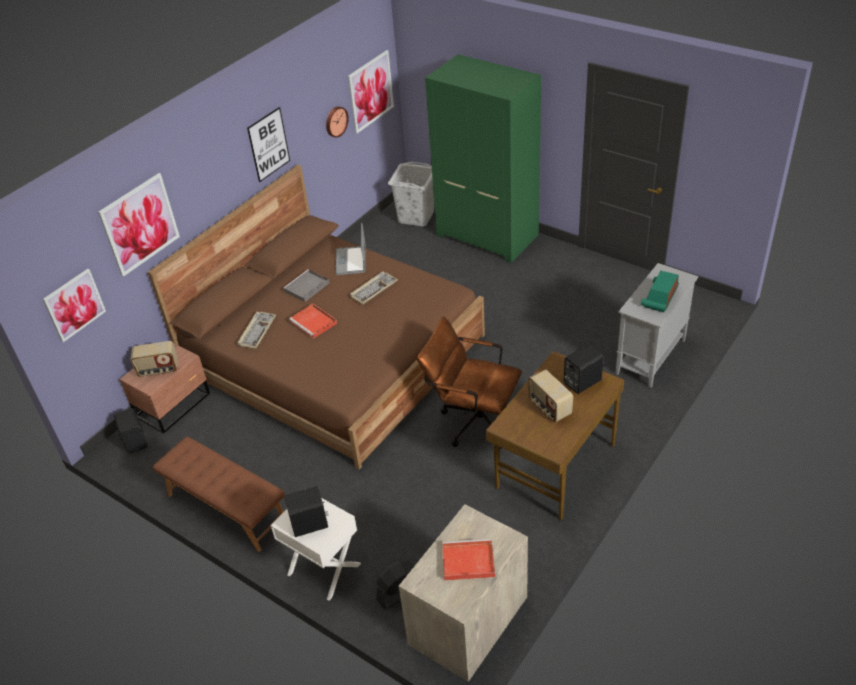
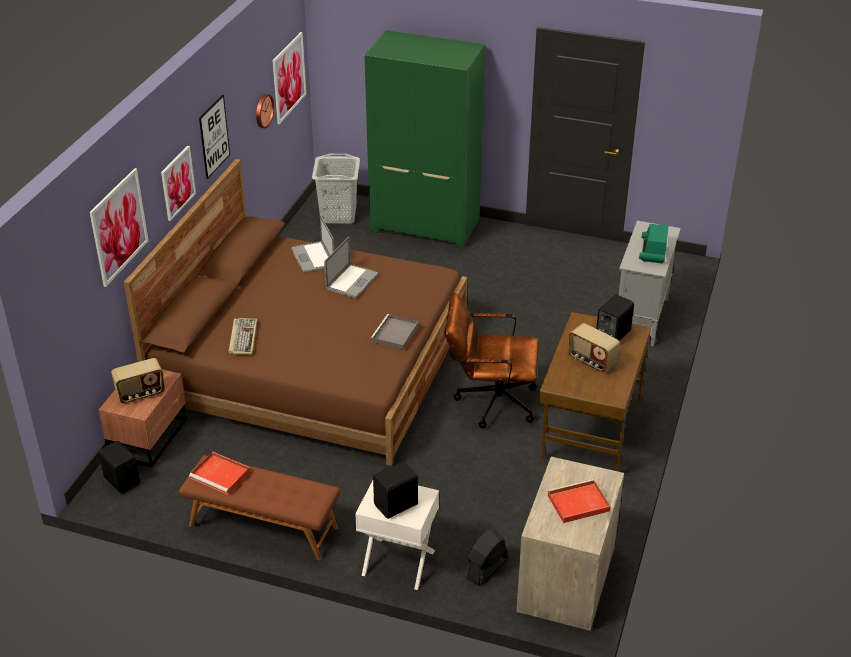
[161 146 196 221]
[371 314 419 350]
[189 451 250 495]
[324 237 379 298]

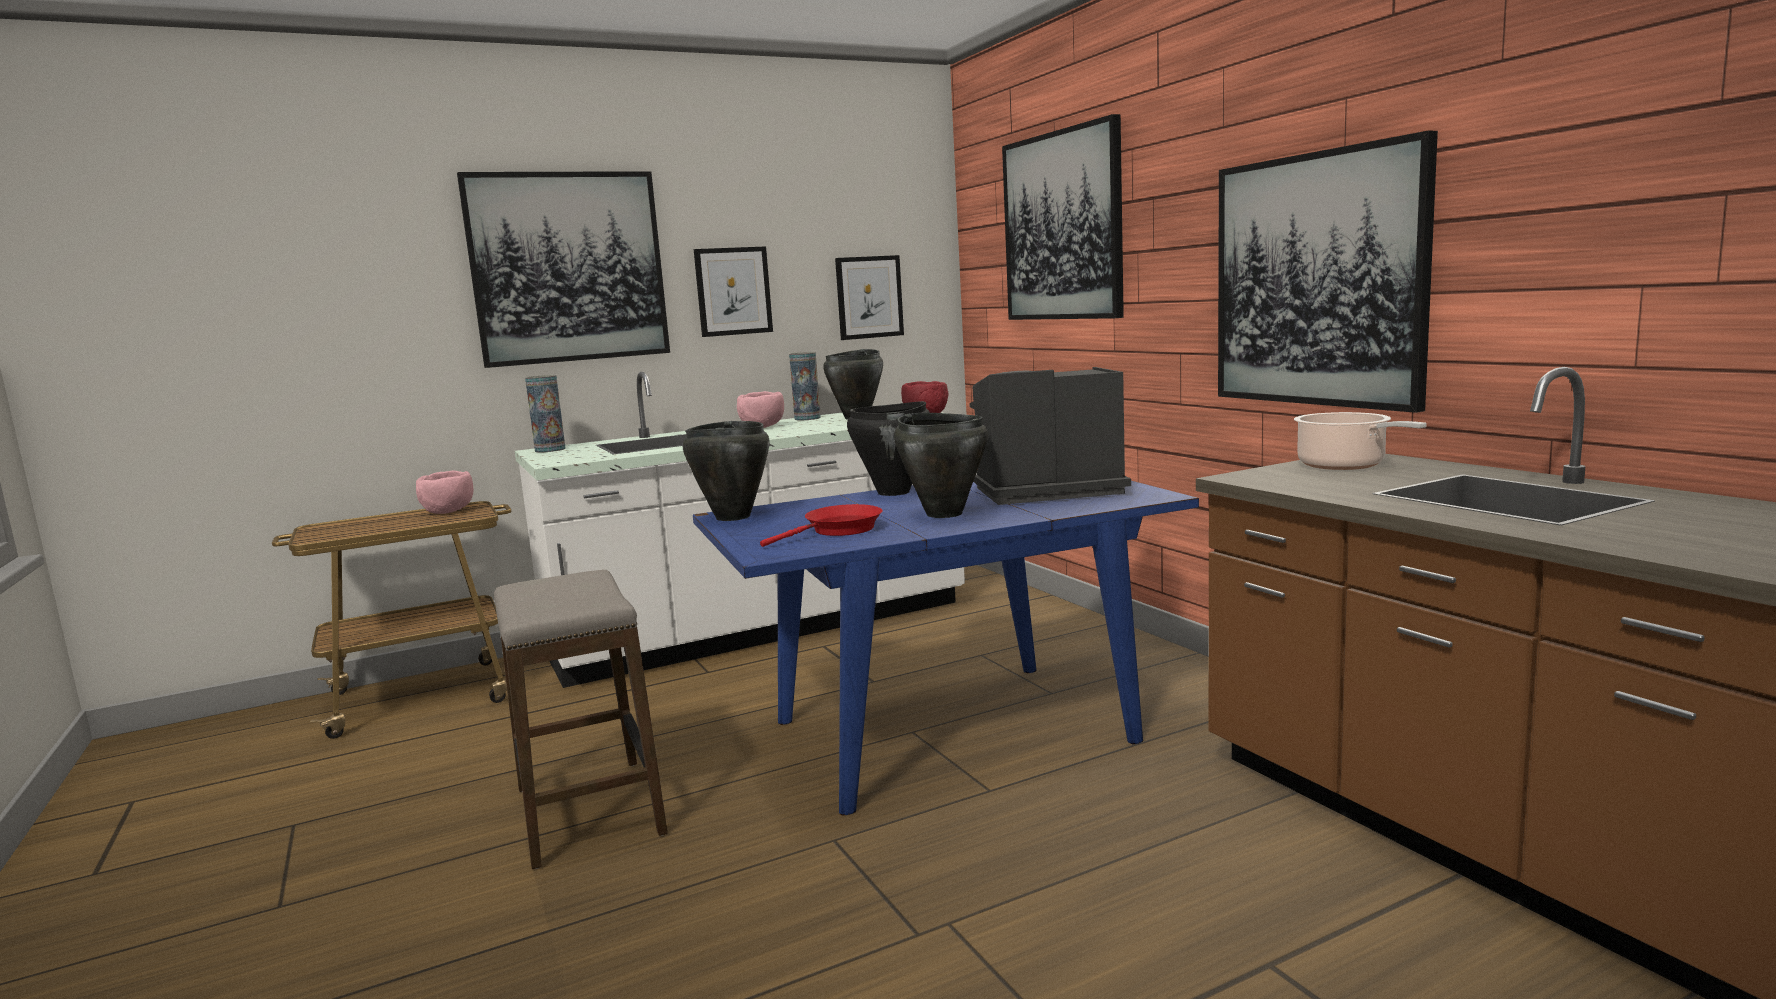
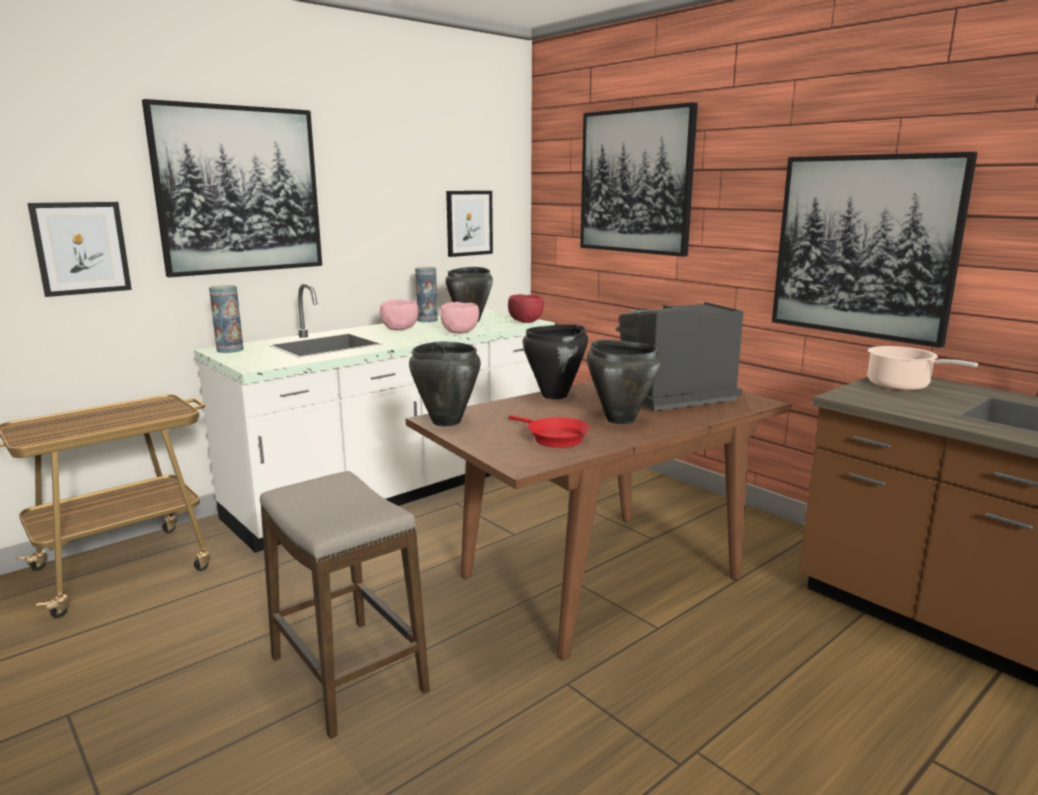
[440 302 479 333]
[28 202 132 297]
[406 381 791 660]
[509 415 590 448]

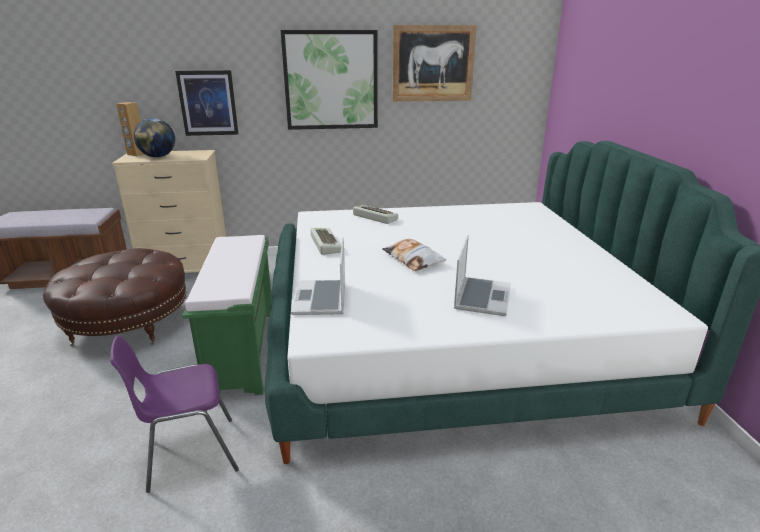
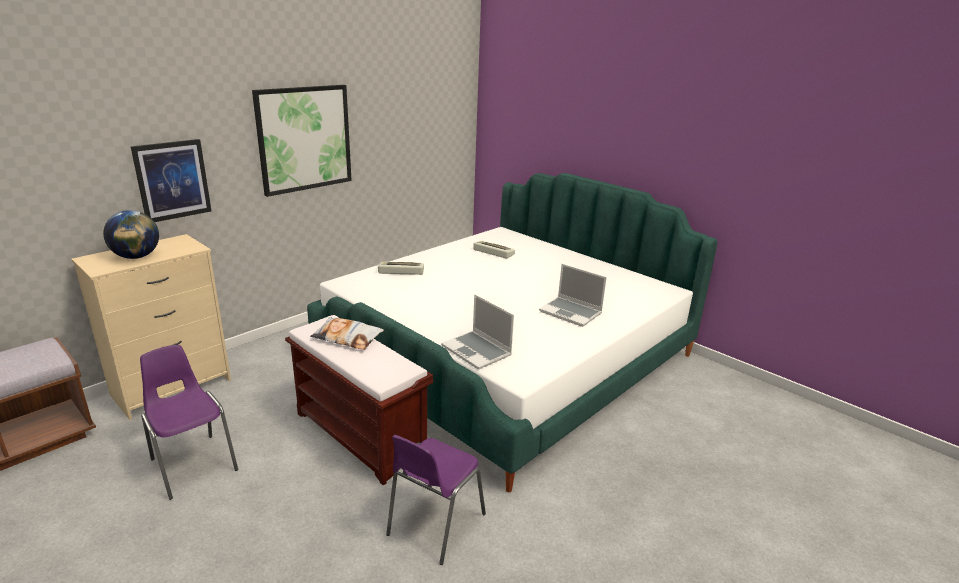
[116 102 145 156] (first image)
[392 25 477 102] (first image)
[473 241 515 259]
[310 317 384 350]
[140 345 238 500]
[285 315 433 485]
[539 264 607 327]

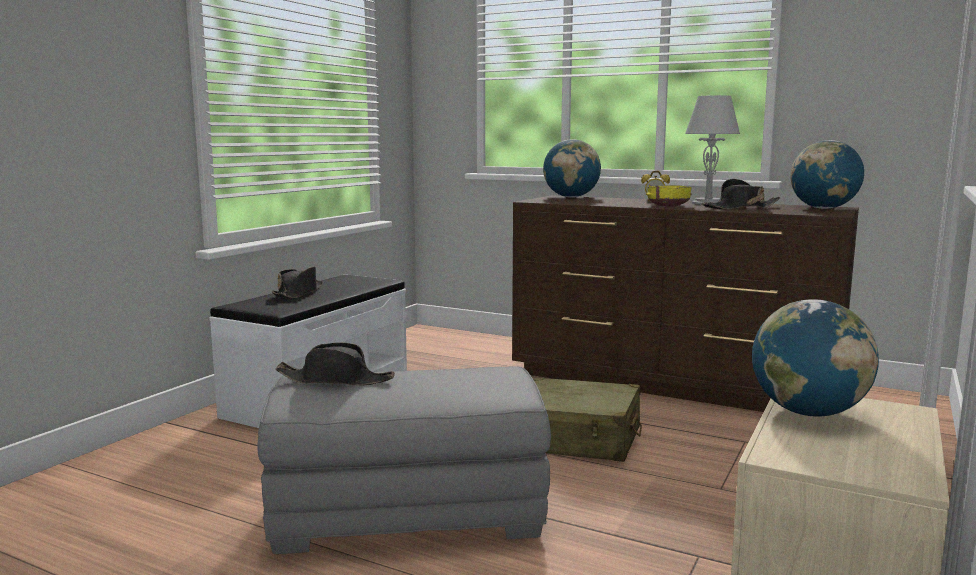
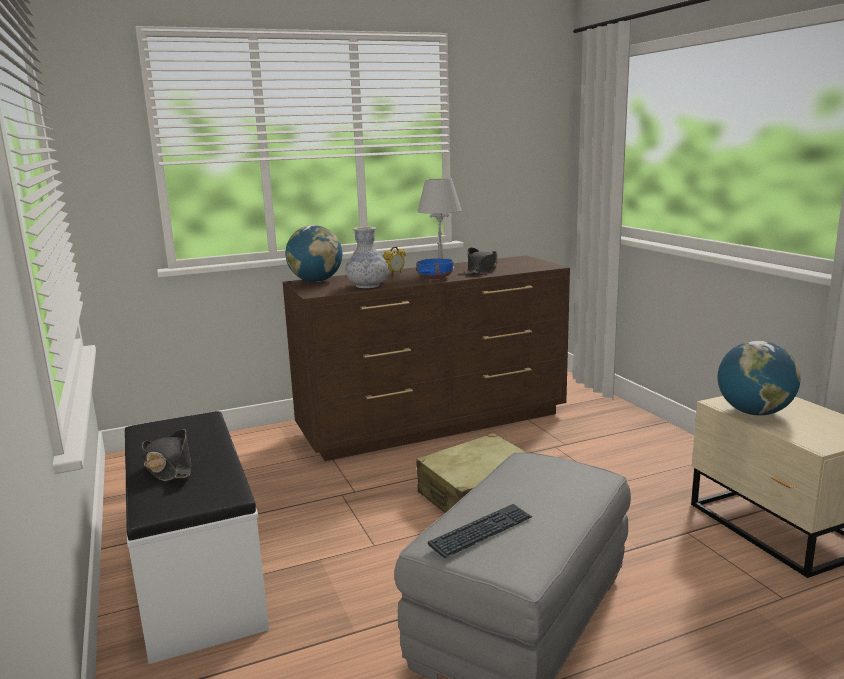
[790 140 864 209] (first image)
[345 227 388 288]
[428 504 532 558]
[416 258 454 279]

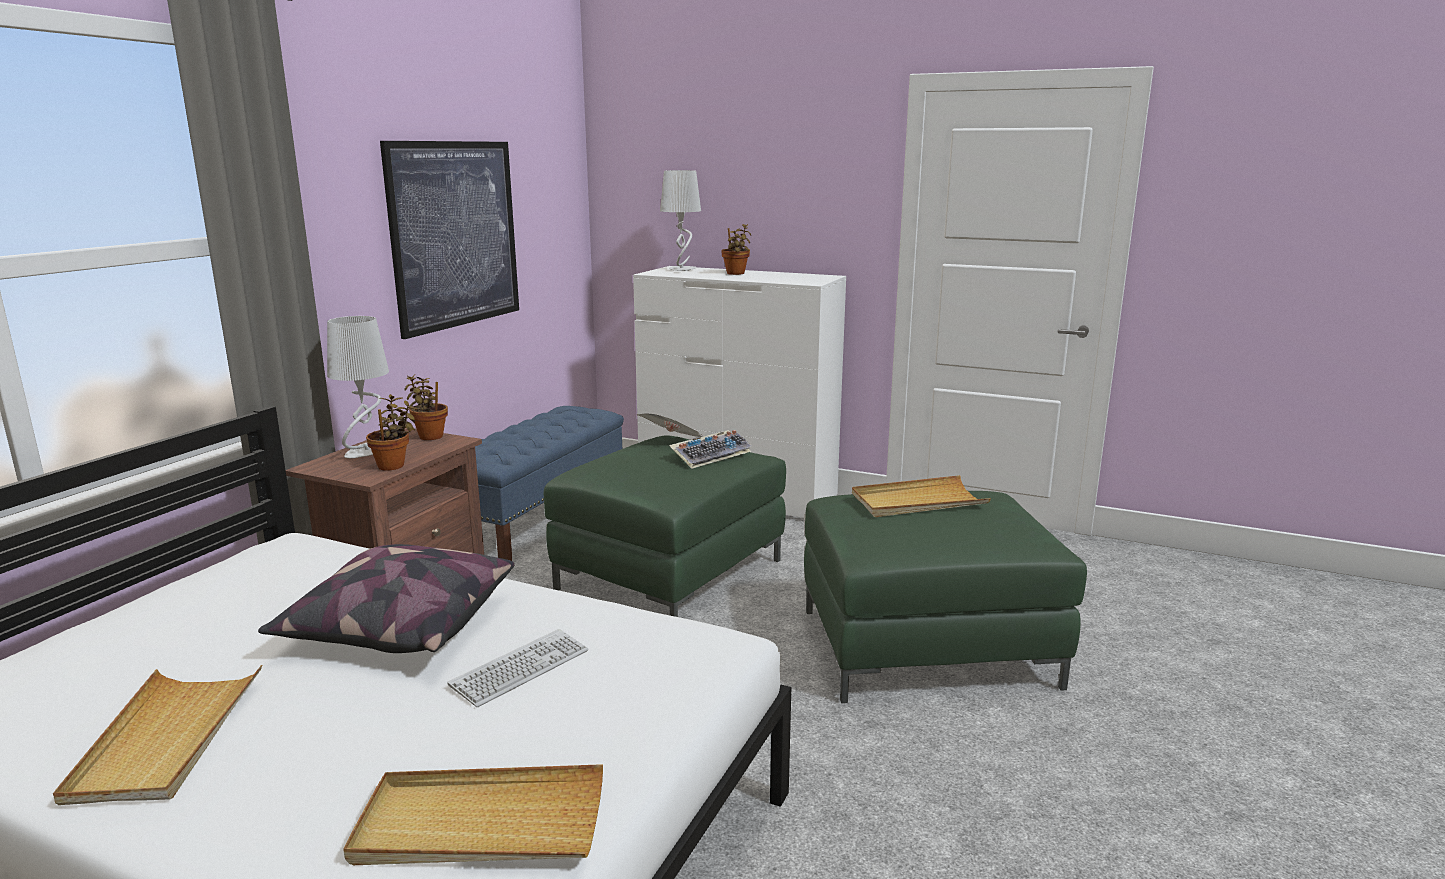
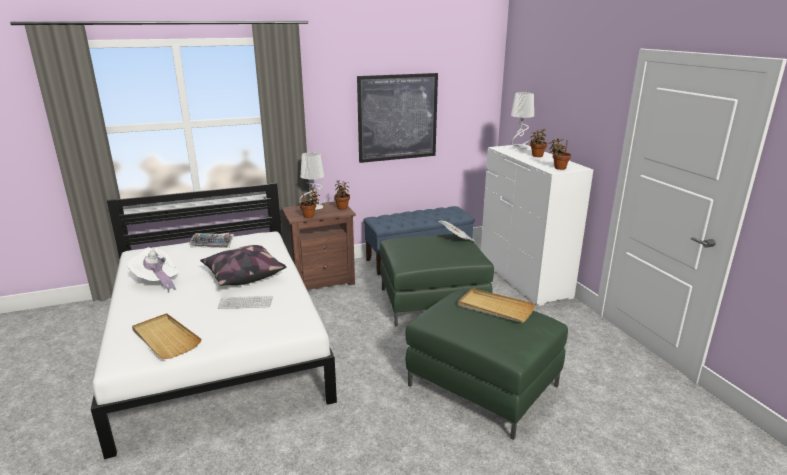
[548 138 571 170]
[189 233 234 248]
[127 247 180 293]

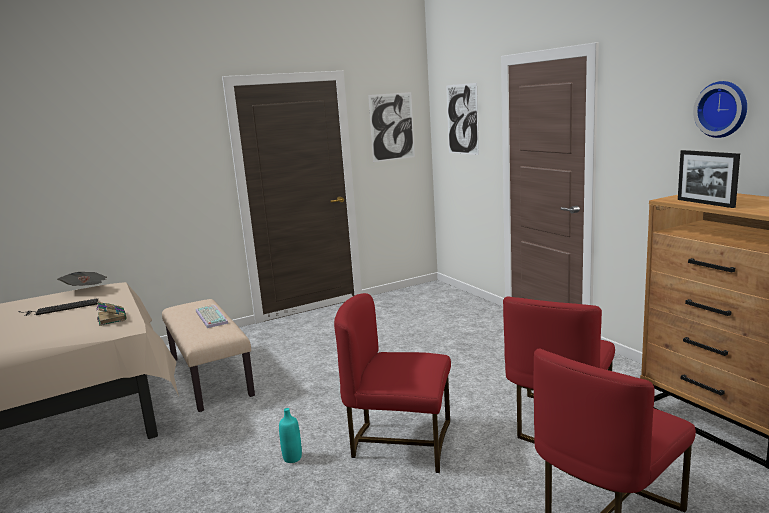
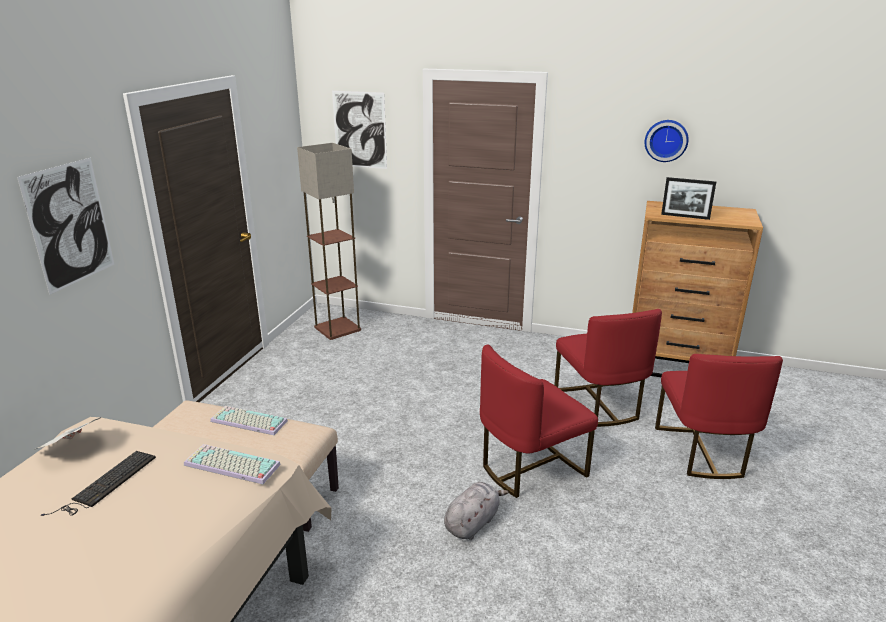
[297 143 361 340]
[17 158 114 295]
[184 444 281 484]
[444 482 509 540]

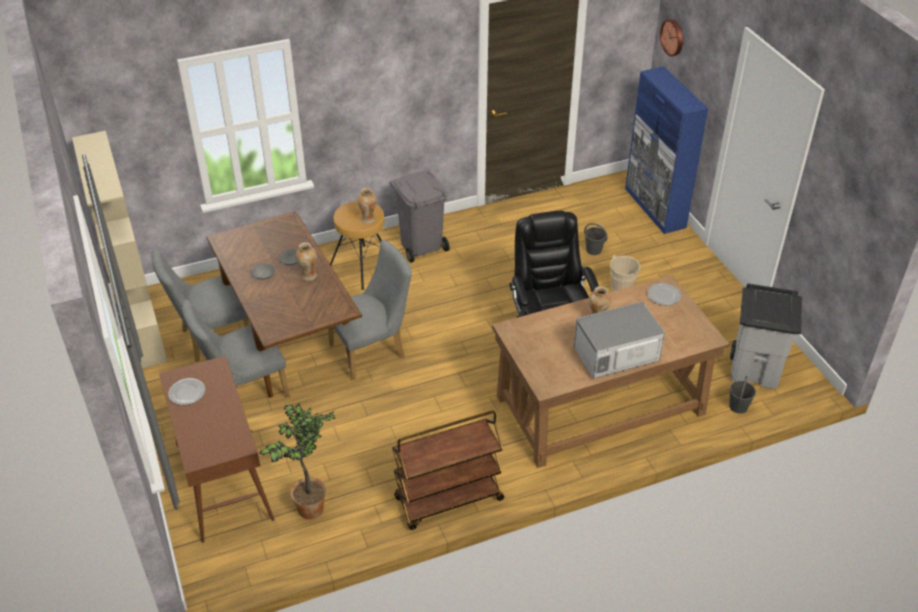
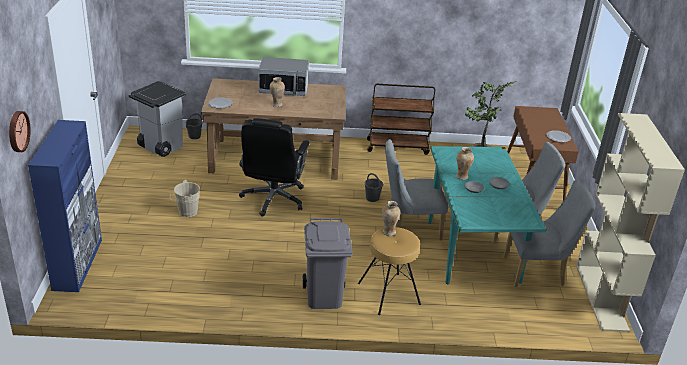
[365 173 383 202]
[428 146 547 284]

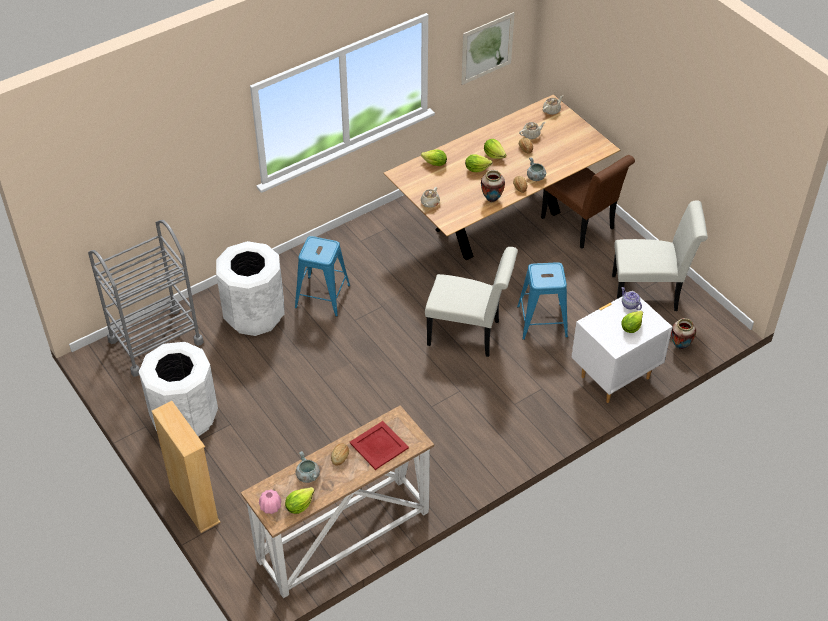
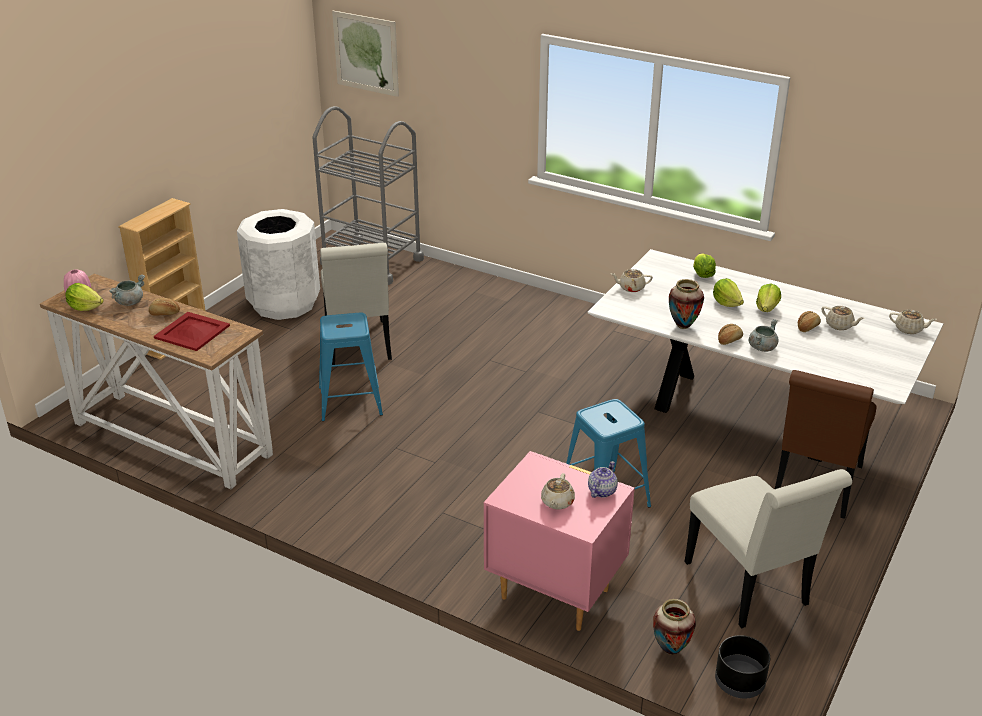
[216 241 285 336] (first image)
[715 635 770 698]
[319 313 383 421]
[320 243 392 365]
[332 11 399 97]
[541 473 575 509]
[587 249 943 462]
[484 451 635 631]

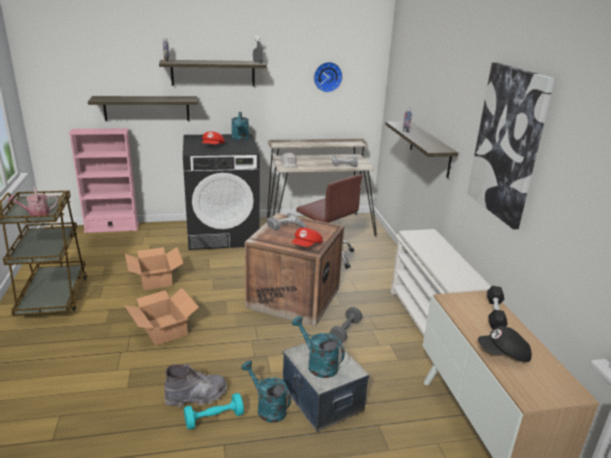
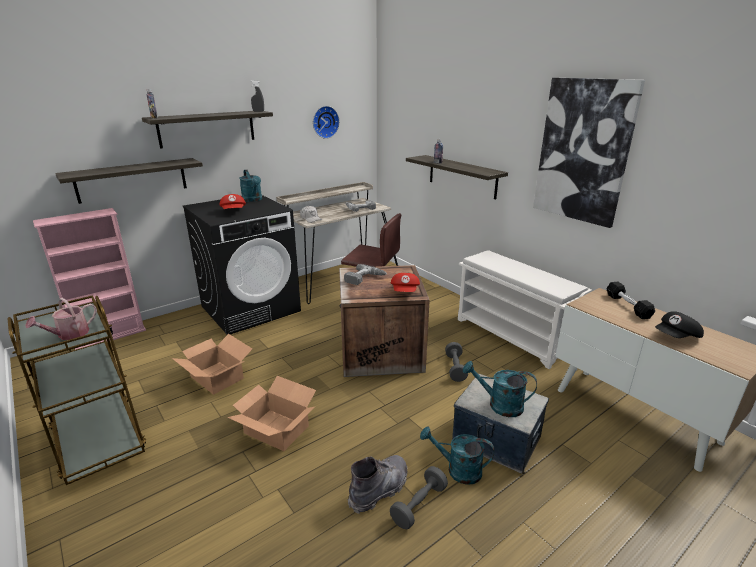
[390 466 448 530]

